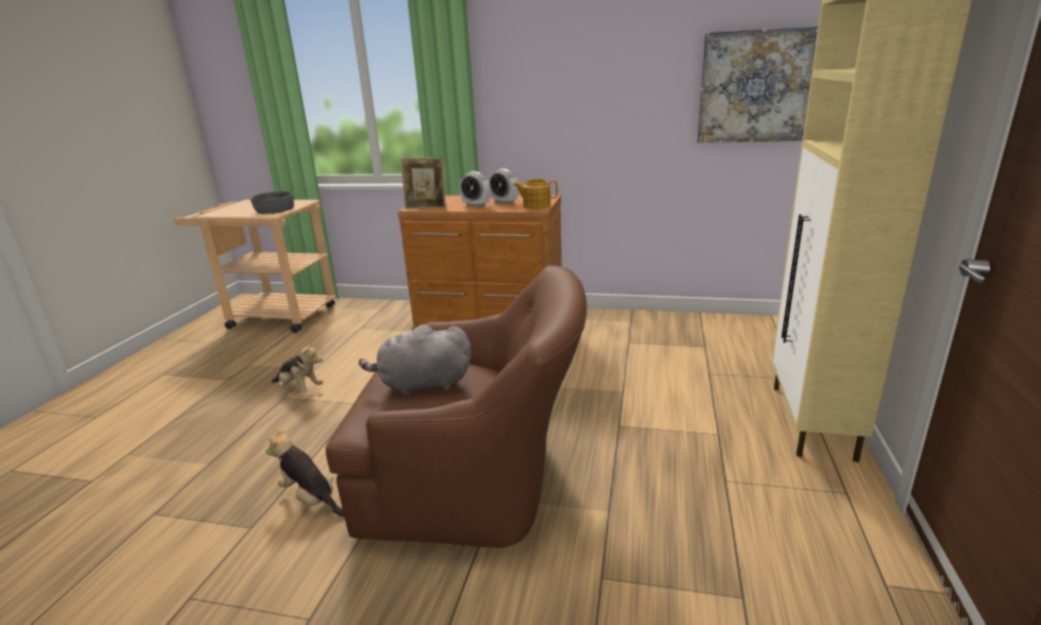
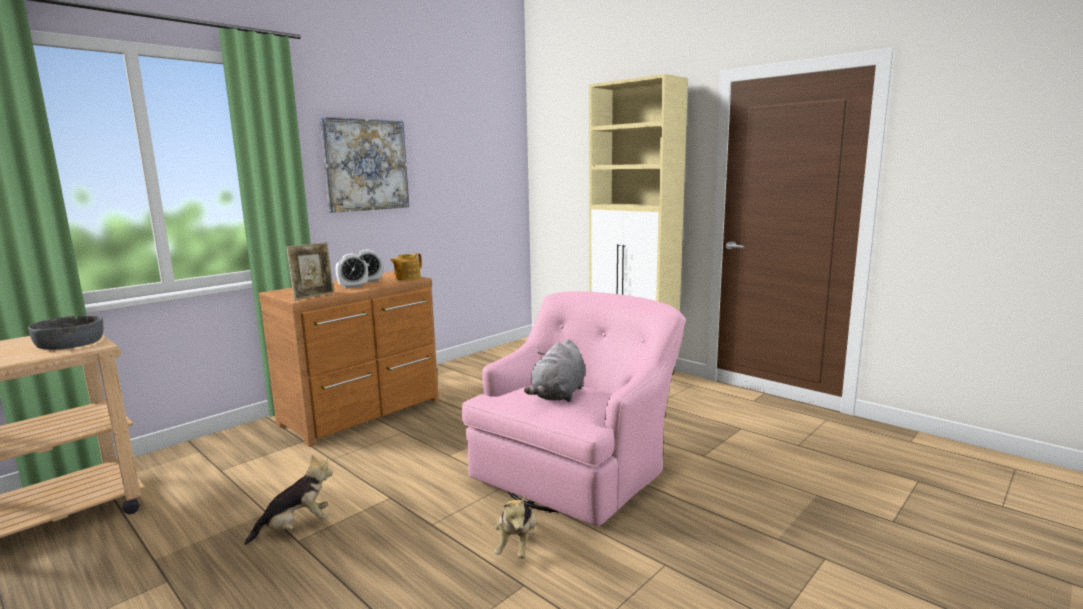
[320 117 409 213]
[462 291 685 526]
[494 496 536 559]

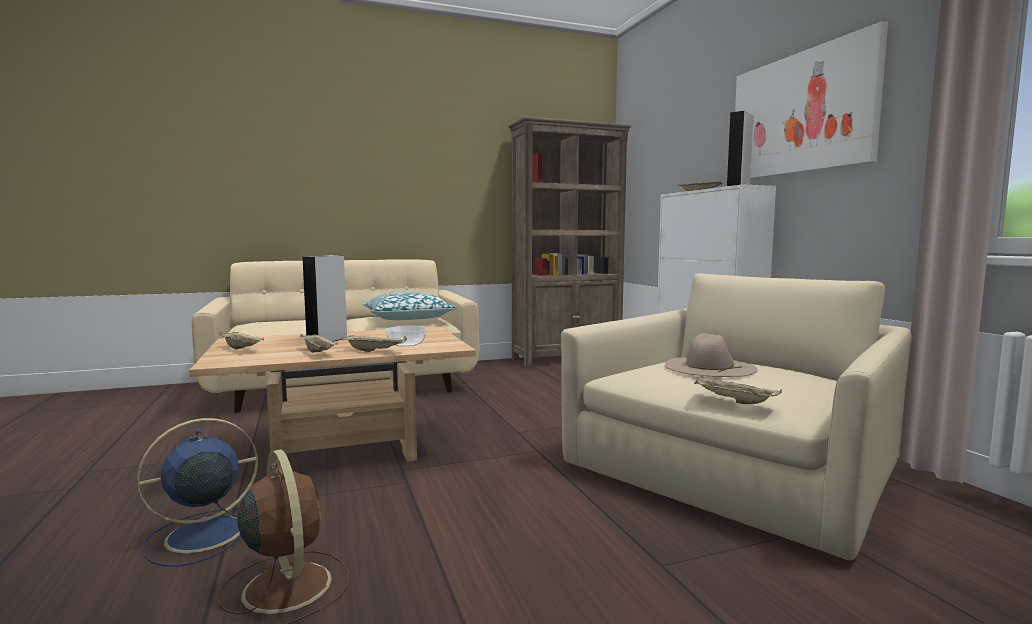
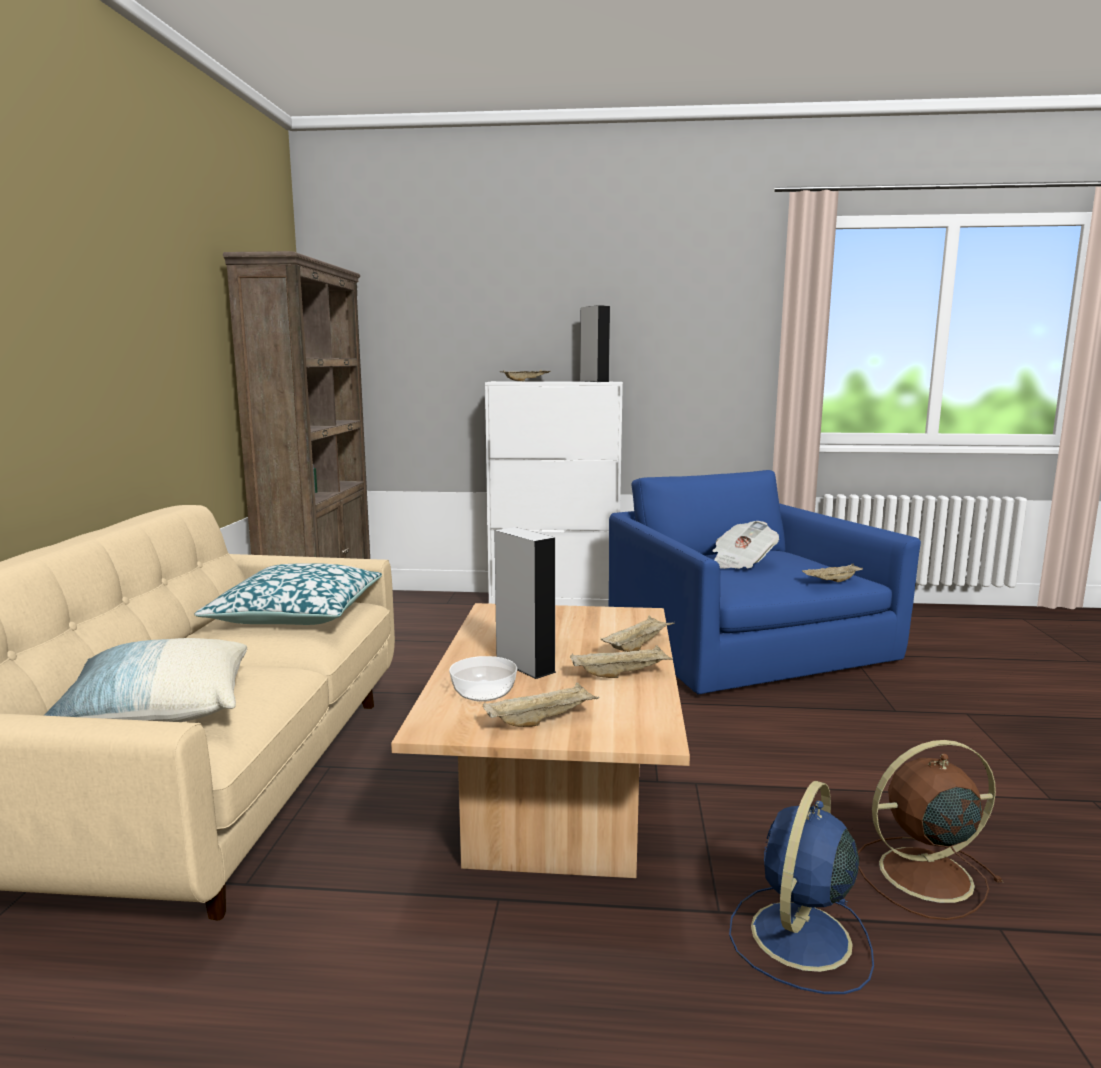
[735 21 888 179] (first image)
[43 638 247 722]
[449 656 517 702]
[712 521 779 569]
[608 470 921 695]
[729 781 874 994]

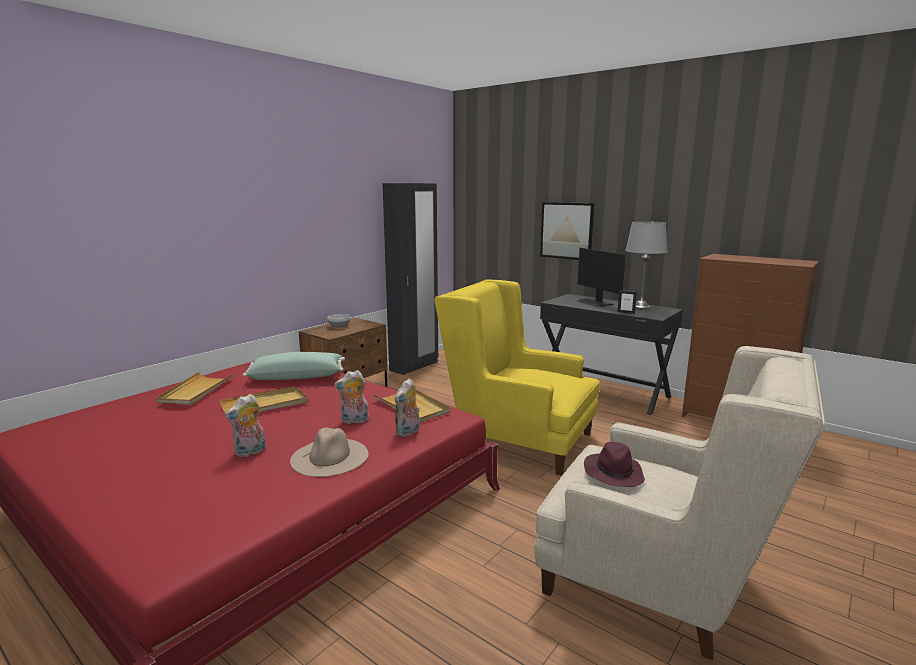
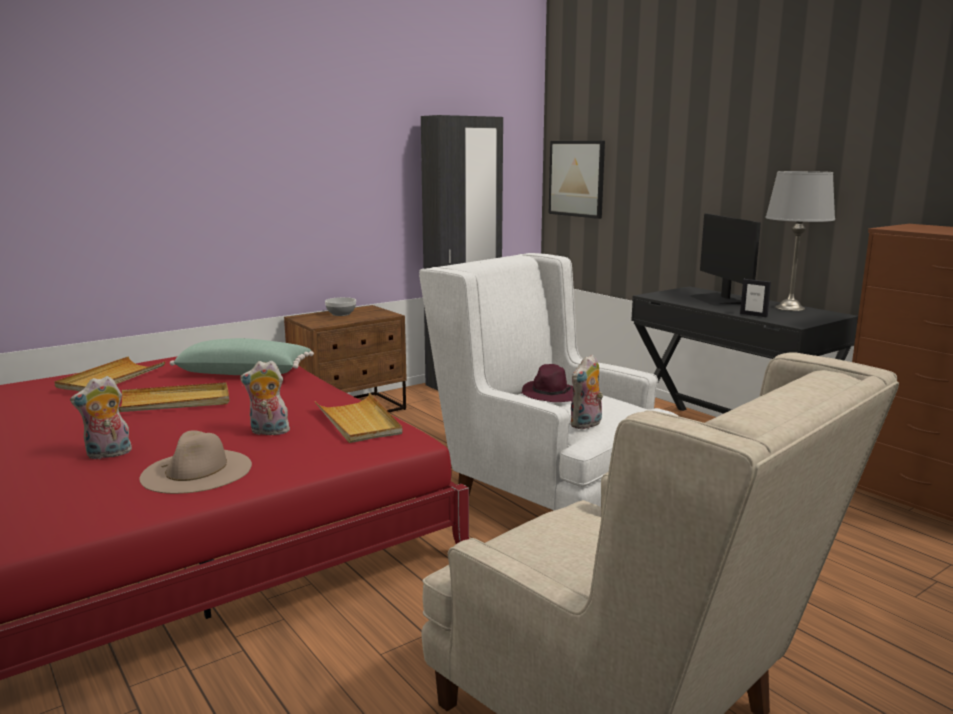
[570 354 603 429]
[549 141 605 219]
[522 364 573 402]
[419 253 678 511]

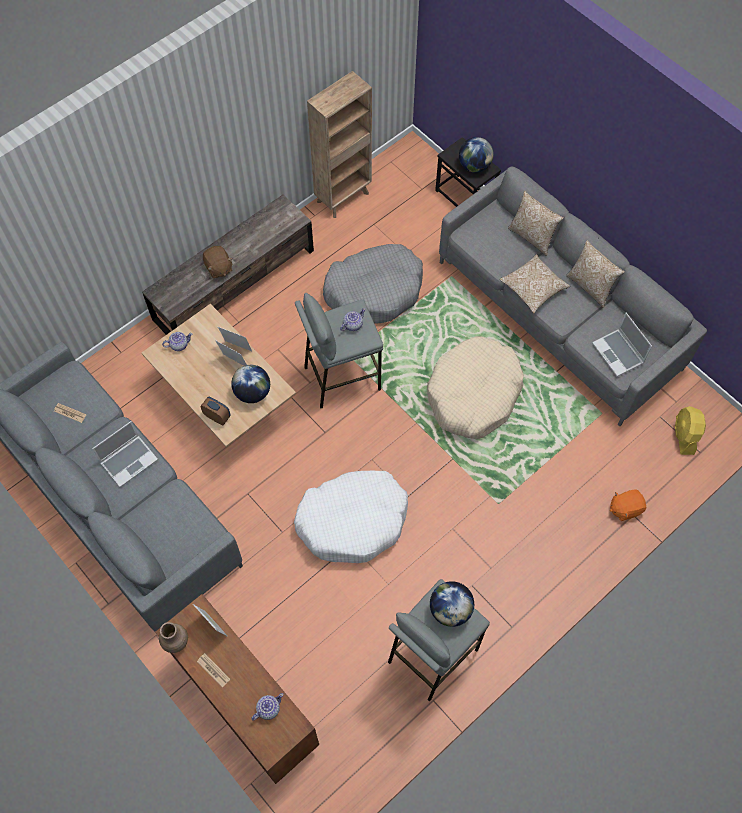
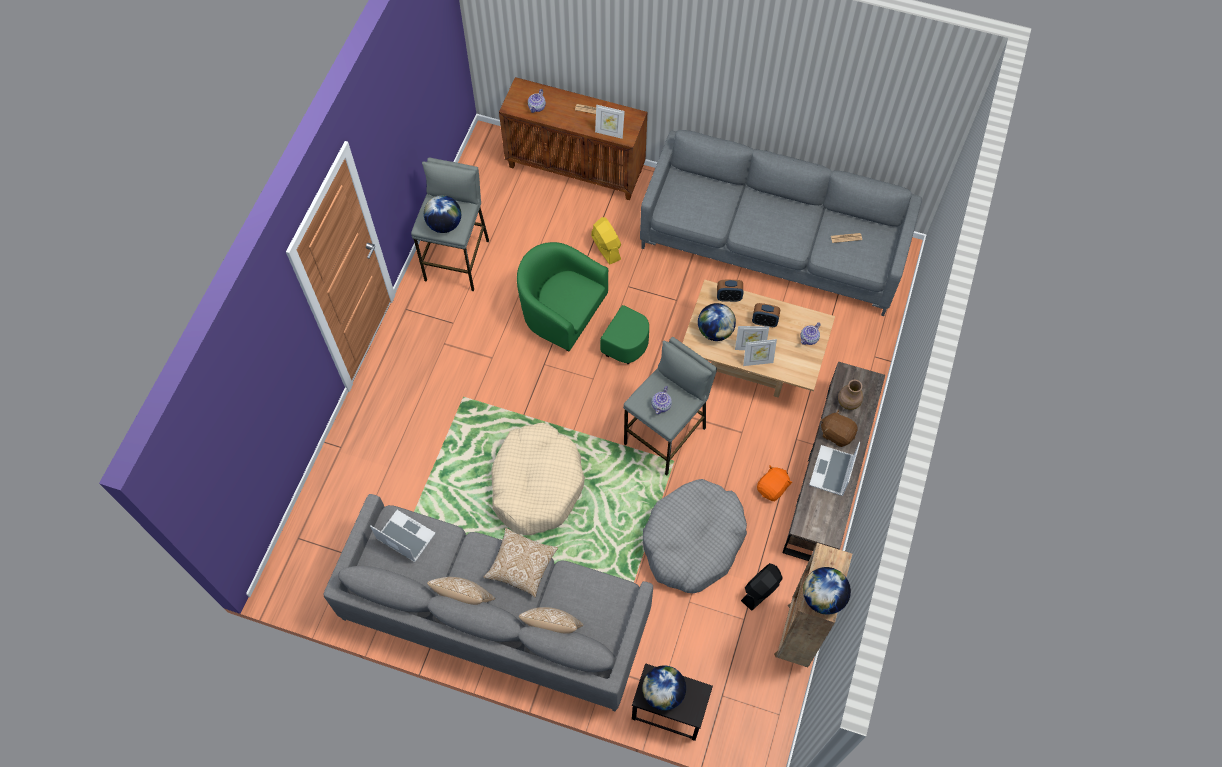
[741 563 782 611]
[752 303 780 327]
[803 567 851 615]
[809 441 860 496]
[838 380 863 410]
[757 465 792 501]
[591 217 621 264]
[517 242 649 364]

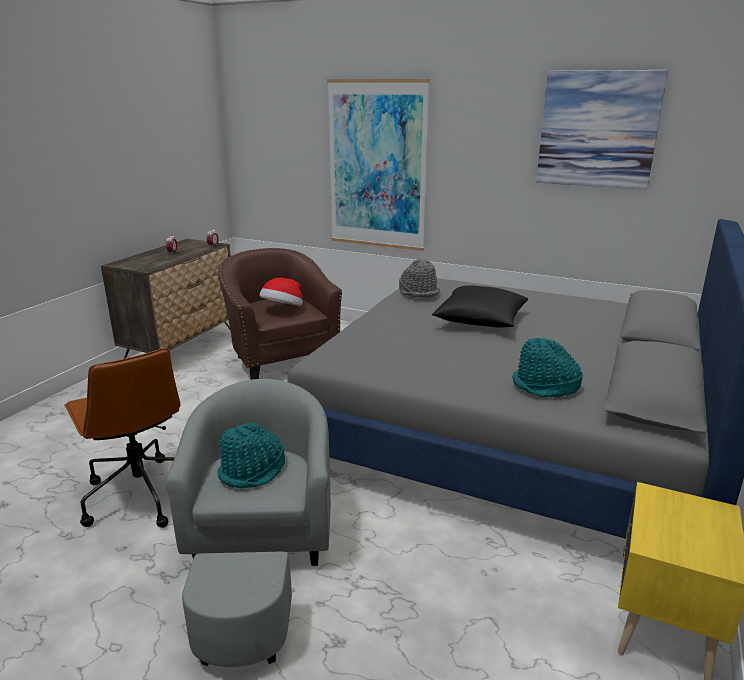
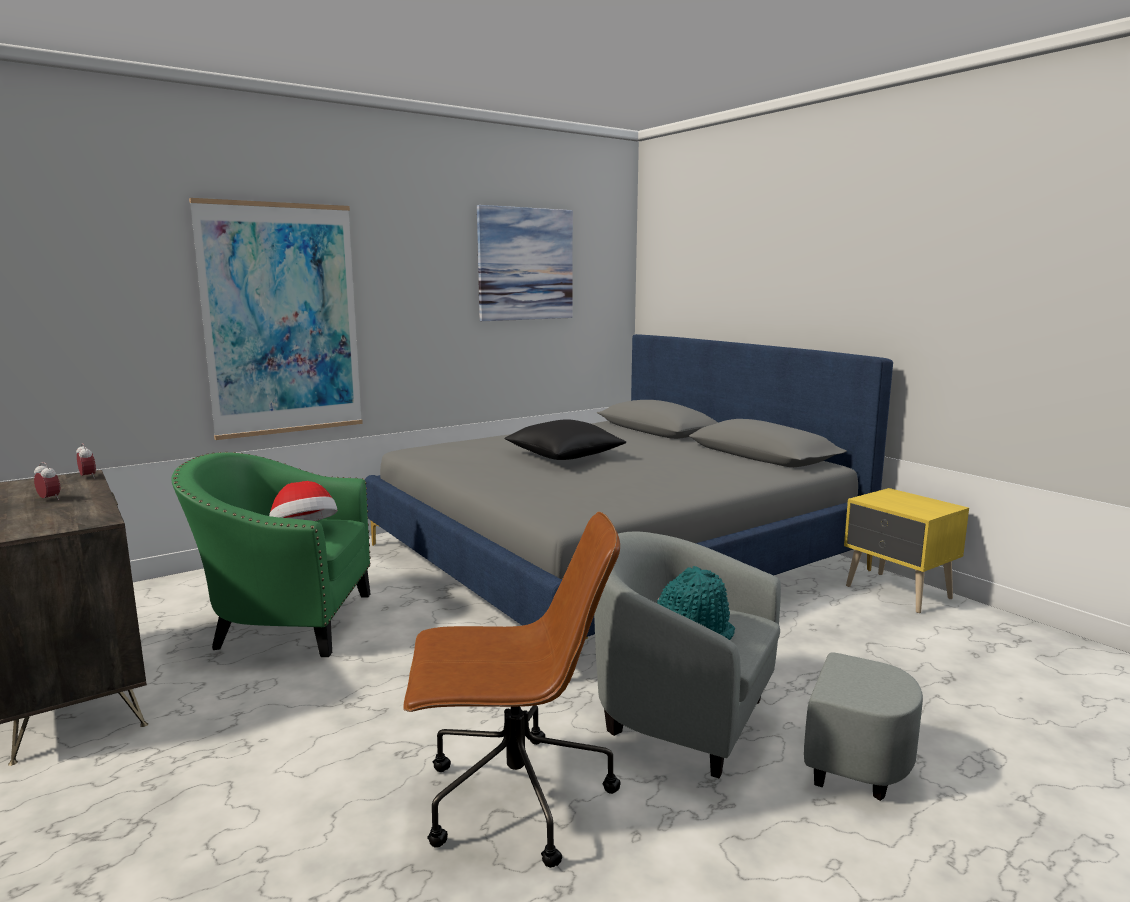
[399 259 440 298] (first image)
[512 338 583 397] (first image)
[172 452 371 657]

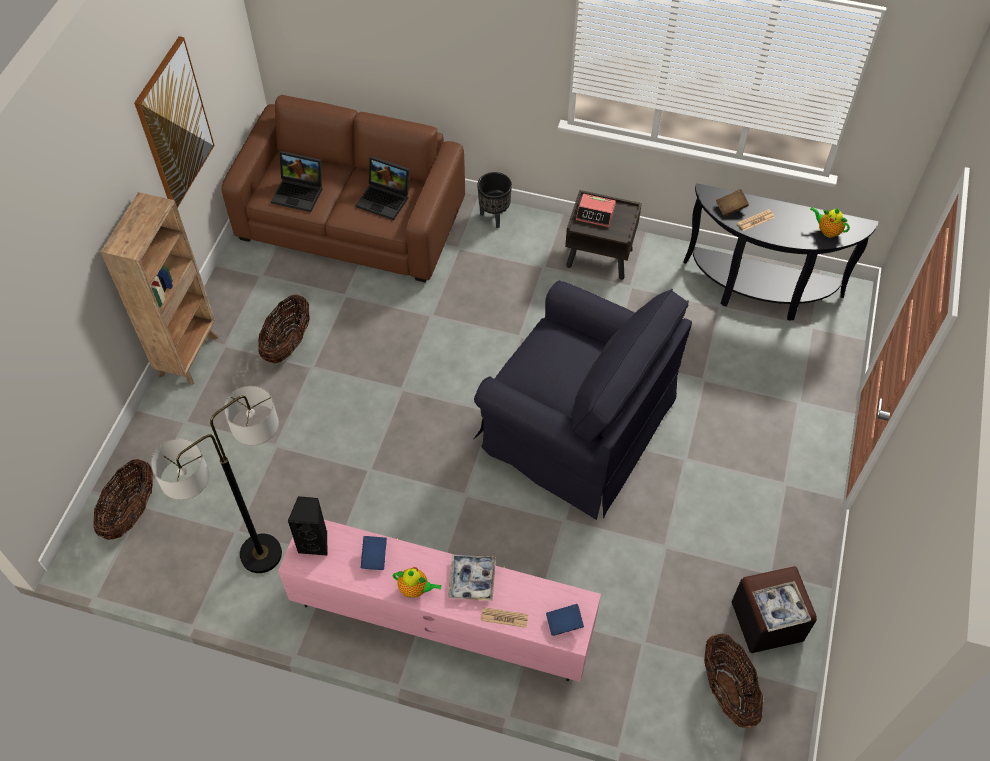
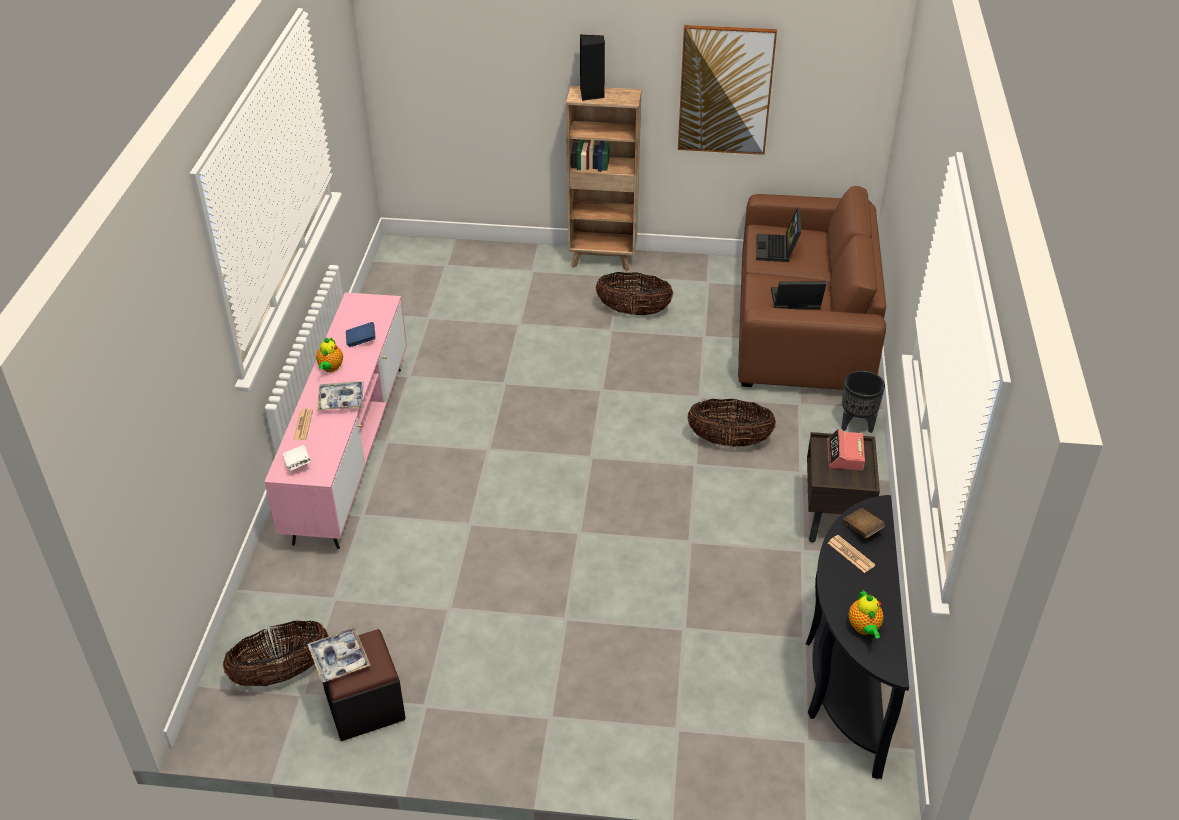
[151 386 282 573] (first image)
[474 280 692 520] (first image)
[688 399 776 446]
[580 34 605 101]
[283 445 311 471]
[771 281 826 310]
[848 590 884 638]

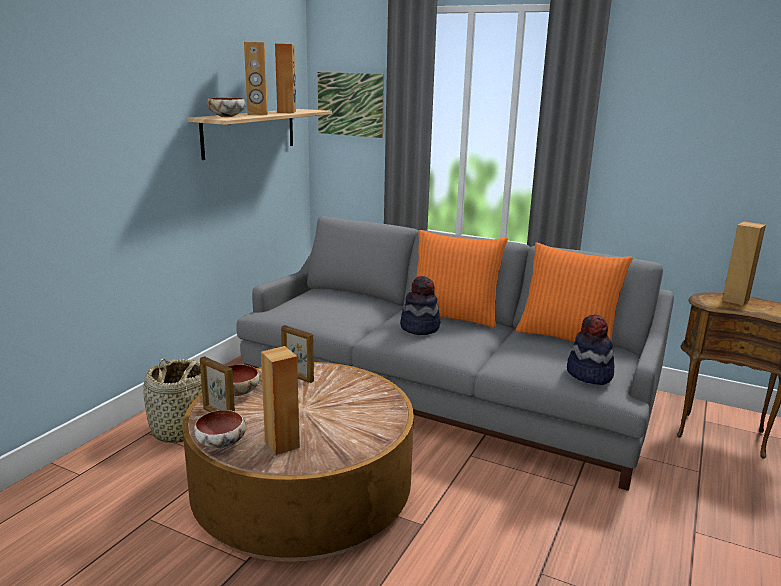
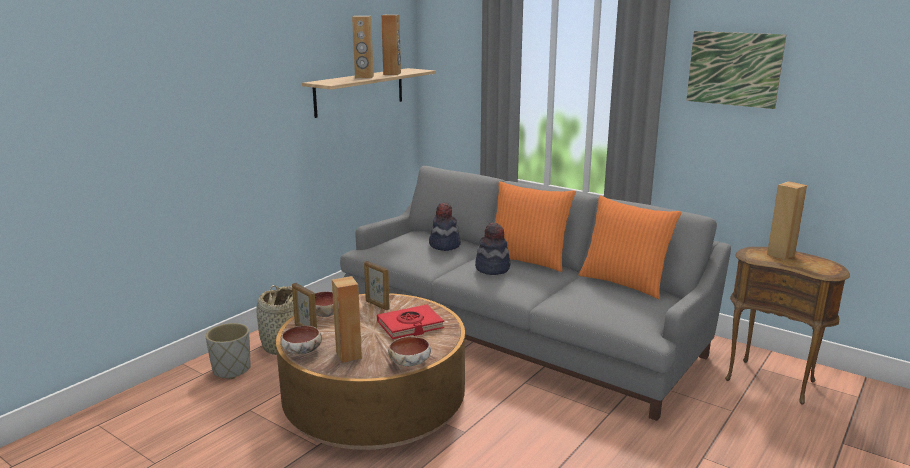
[205 323 250 379]
[377 304 444 339]
[388 337 431 366]
[686 31 786 109]
[429 202 461 251]

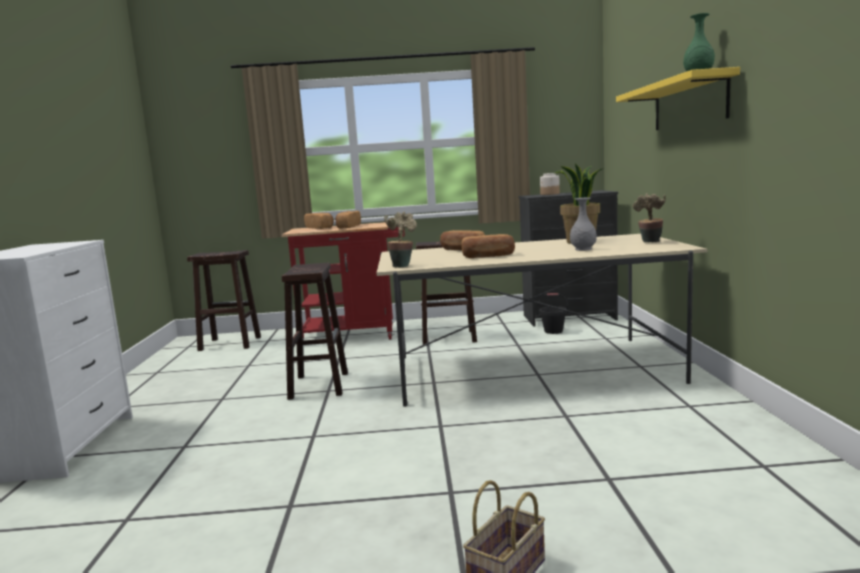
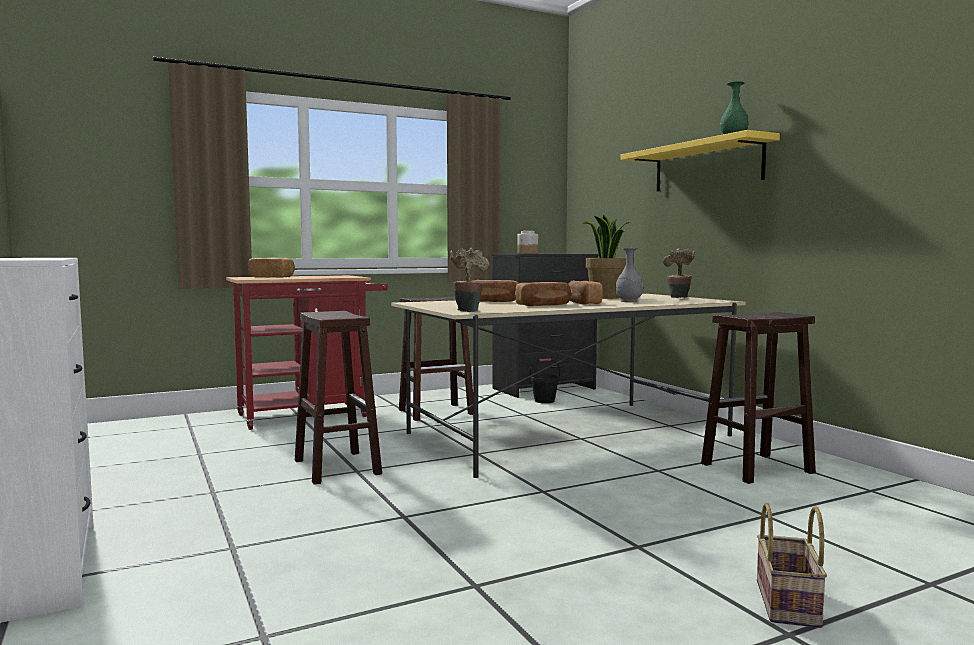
[701 312 816 484]
[569 281 603 305]

